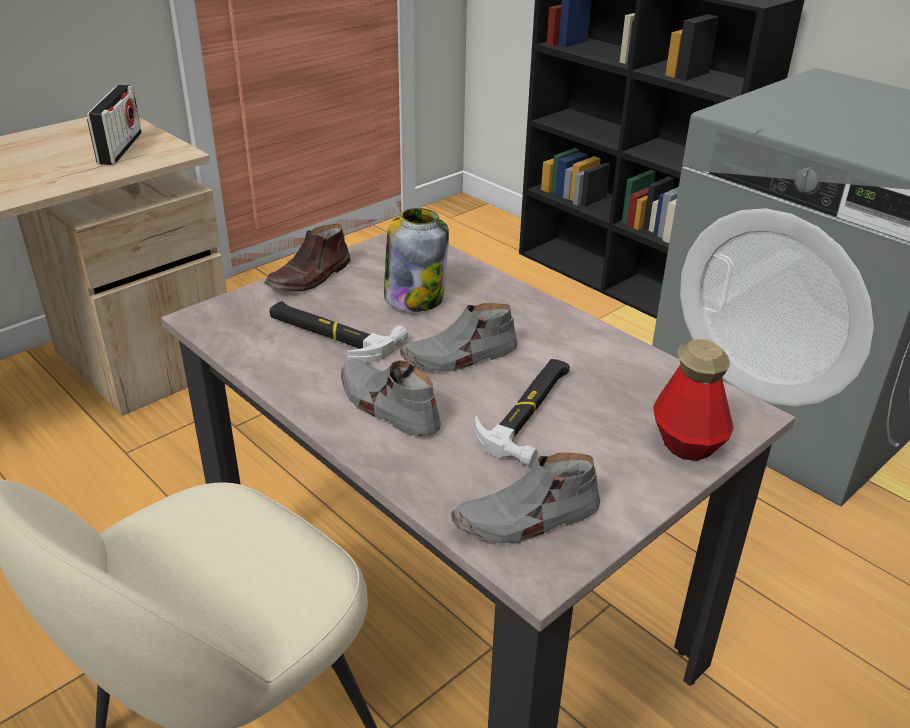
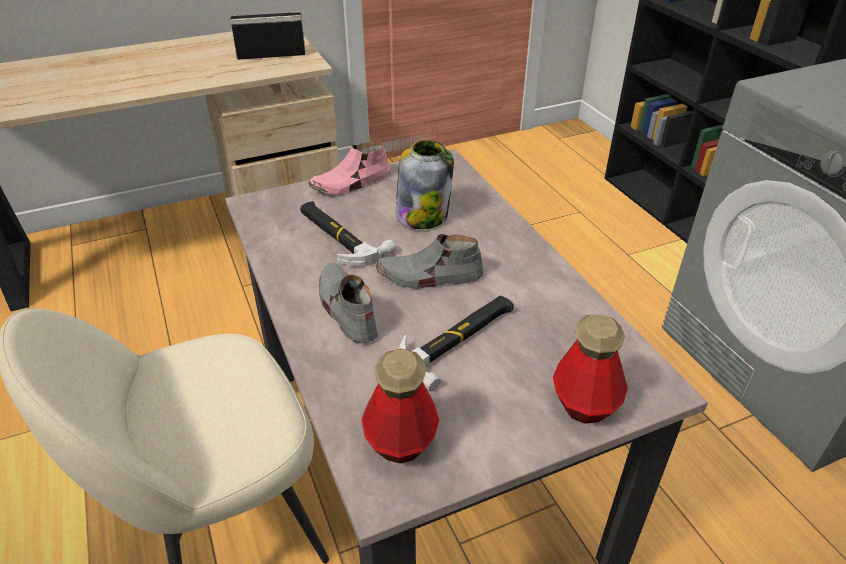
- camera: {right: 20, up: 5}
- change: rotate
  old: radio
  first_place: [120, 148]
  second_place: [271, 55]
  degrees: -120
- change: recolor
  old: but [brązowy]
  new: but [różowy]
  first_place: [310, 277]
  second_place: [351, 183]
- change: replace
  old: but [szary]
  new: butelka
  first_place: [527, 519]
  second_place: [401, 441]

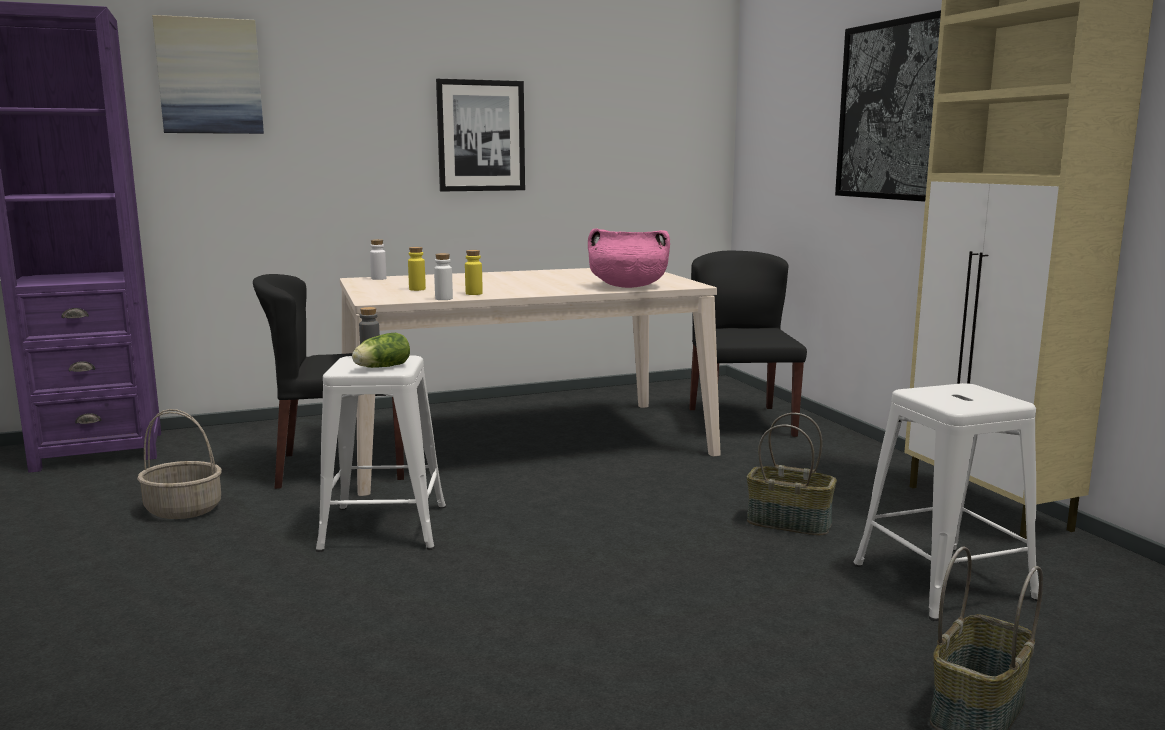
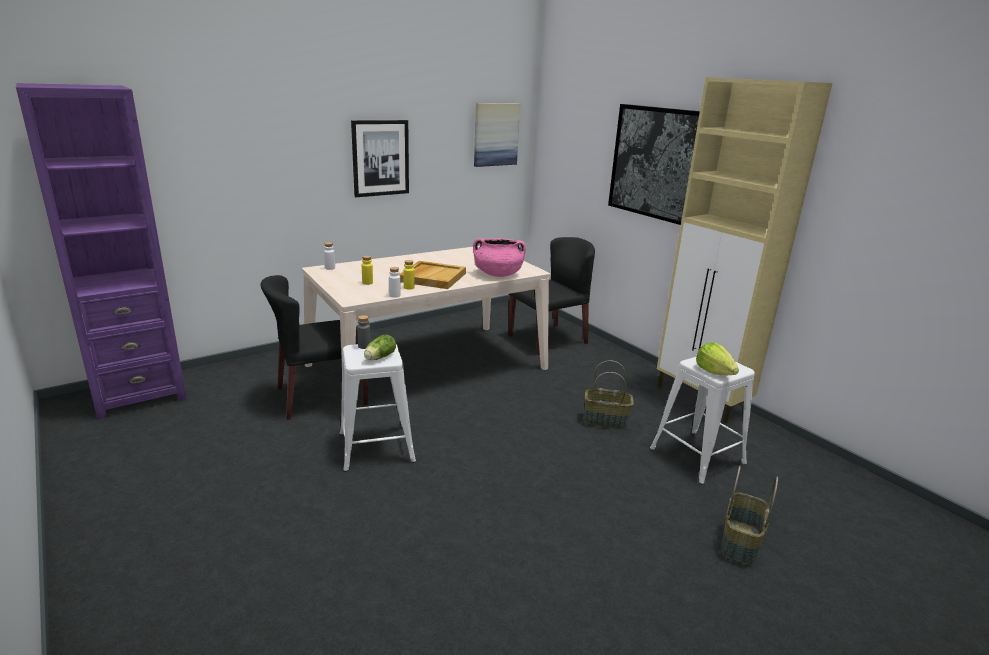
- camera: {right: -15, up: 10}
- change: delete
  old: koszyk
  first_place: [184, 509]
- change: move
  old: obraz
  first_place: [209, 76]
  second_place: [496, 134]
- change: rotate
  old: krzesło [czarny]
  first_place: [740, 421]
  second_place: [548, 339]
  degrees: 75
- change: insert
  new: taca [beżowy]
  second_place: [432, 277]
- change: insert
  new: sałata
  second_place: [714, 372]

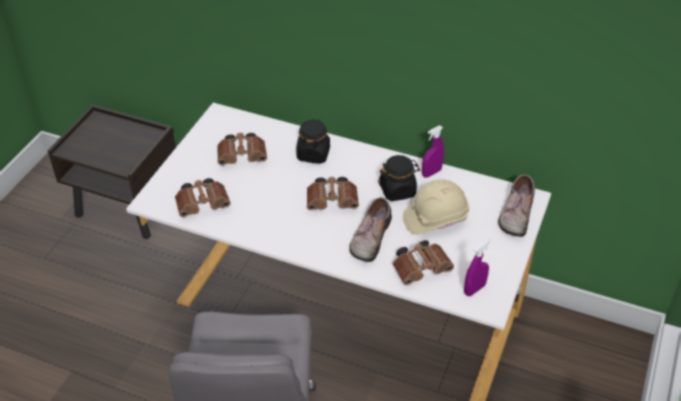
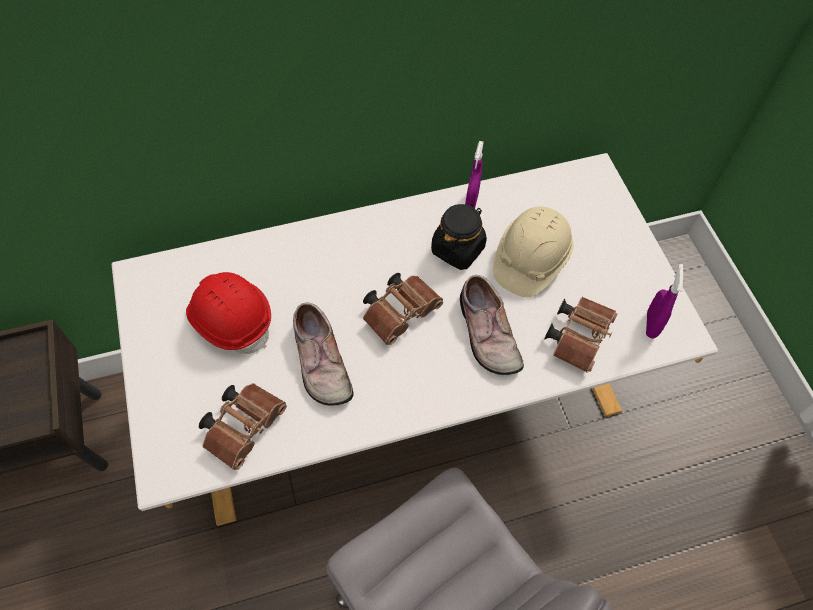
- camera: {right: -40, up: 15}
- change: replace
  old: lornetka [brązowy]
  new: kask [czerwony]
  first_place: [243, 157]
  second_place: [231, 319]
- change: delete
  old: słoik [czarny]
  first_place: [313, 154]
- change: move
  old: but
  first_place: [515, 213]
  second_place: [319, 362]

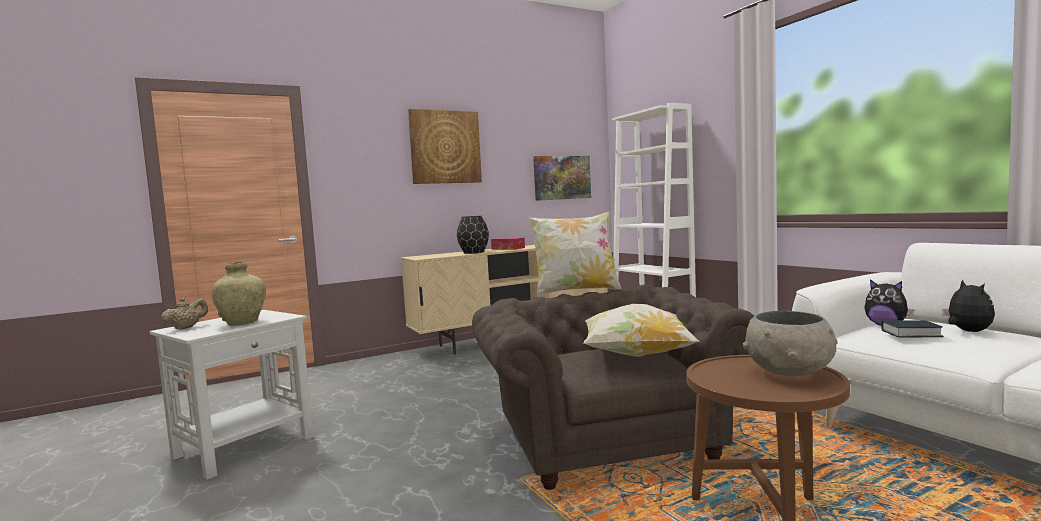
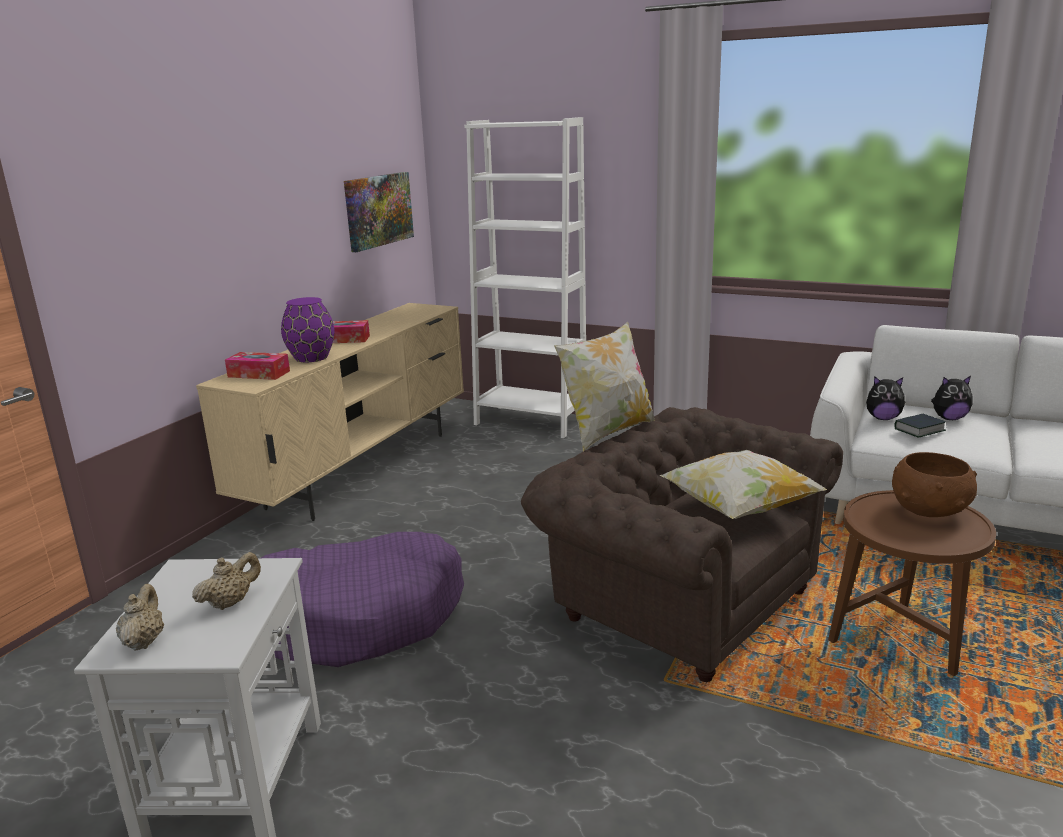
- camera: {right: -35, up: 15}
- change: replace
  old: wazon [beżowy]
  new: imbryk [beżowy]
  first_place: [242, 323]
  second_place: [231, 602]
- change: delete
  old: obraz
  first_place: [445, 147]
- change: recolor
  old: wazon [czarny]
  new: wazon [fioletowy]
  first_place: [473, 252]
  second_place: [311, 357]
- change: recolor
  old: miska [szary]
  new: miska [brązowy]
  first_place: [789, 372]
  second_place: [929, 511]
- change: rotate
  old: pluszak
  first_place: [967, 331]
  second_place: [949, 418]
  degrees: 120
- change: insert
  new: pudełko chusteczek
  second_place: [259, 374]
- change: insert
  new: legowisko [fioletowy]
  second_place: [358, 617]

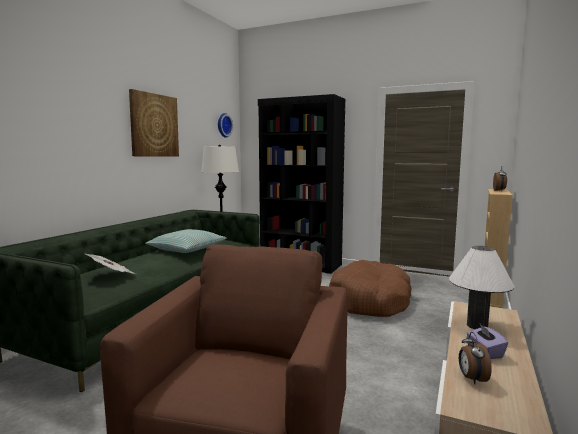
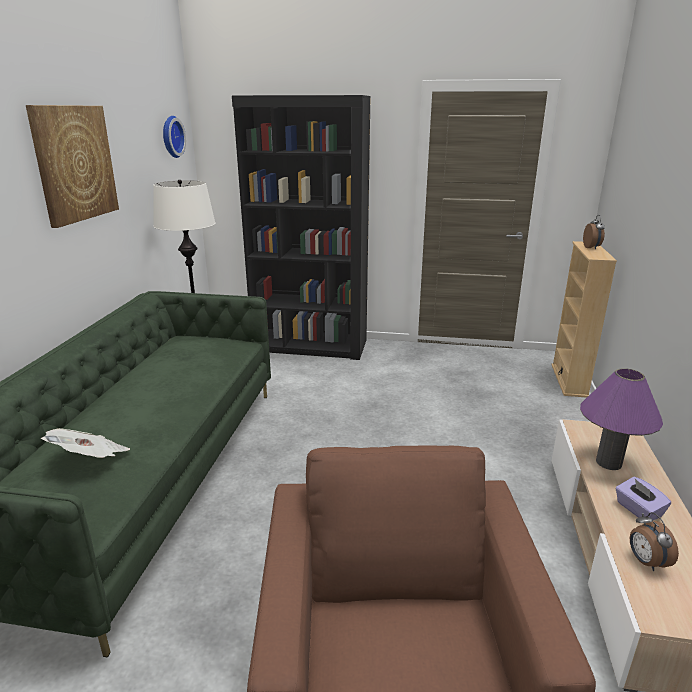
- camera: {right: -15, up: 15}
- change: delete
  old: poduszka
  first_place: [187, 249]
- change: delete
  old: legowisko [brązowy]
  first_place: [370, 301]
- change: recolor
  old: lampa stołowa [biały]
  new: lampa stołowa [fioletowy]
  first_place: [477, 326]
  second_place: [608, 462]

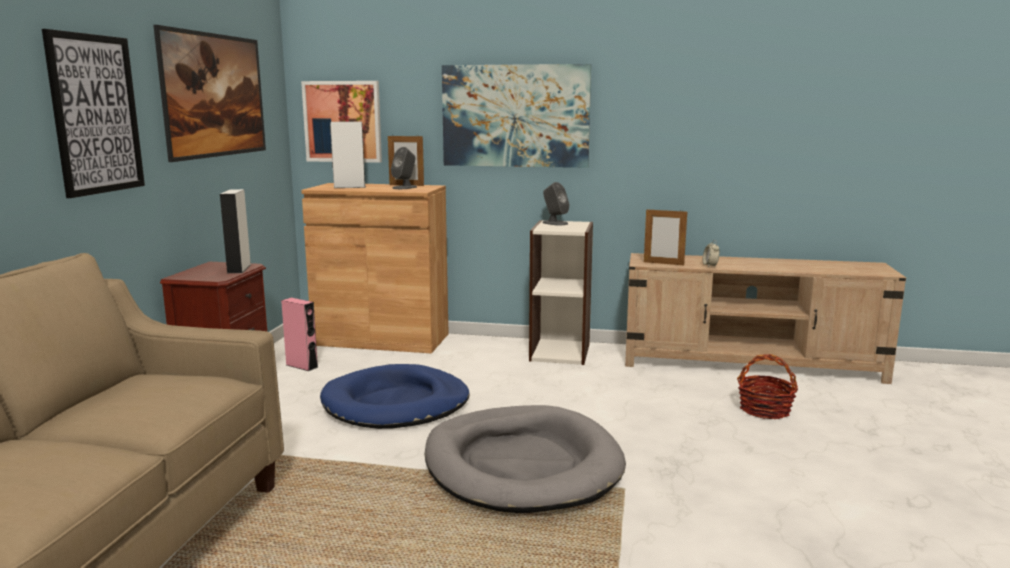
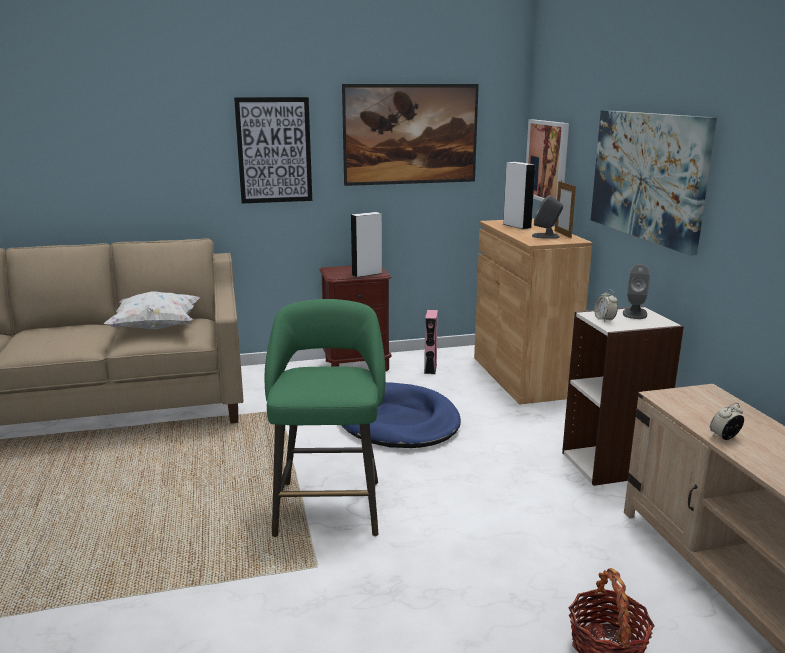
- camera: {right: 65, up: 5}
- change: replace
  old: legowisko [szary]
  new: stołek [zielony]
  first_place: [521, 465]
  second_place: [329, 504]
- change: delete
  old: ramka na zdjęcie
  first_place: [663, 263]
- change: insert
  new: poduszka [biały]
  second_place: [156, 328]
- change: insert
  new: budzik
  second_place: [604, 320]

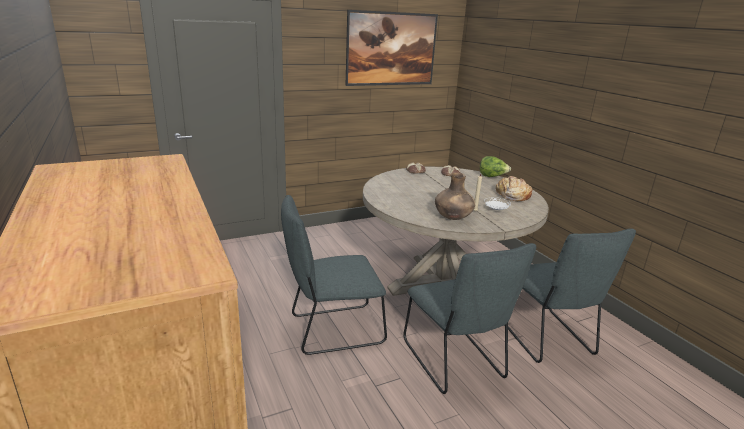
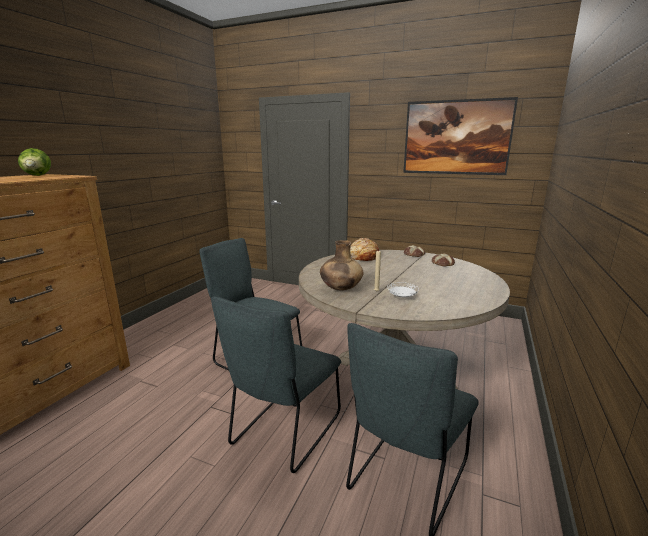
- camera: {right: 50, up: -5}
- change: move
  old: sałata
  first_place: [492, 176]
  second_place: [38, 176]
- change: move
  old: chleb
  first_place: [512, 195]
  second_place: [363, 256]

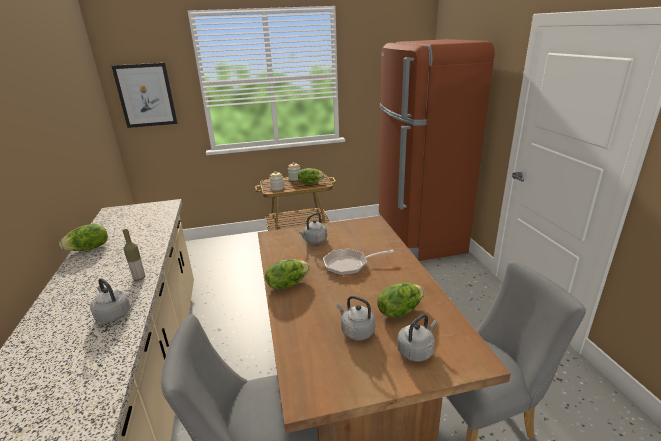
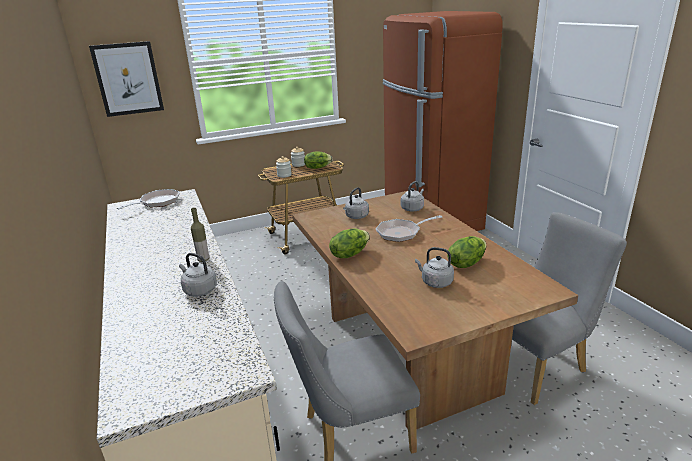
- camera: {right: -10, up: 0}
- change: delete
  old: sałata
  first_place: [89, 248]
- change: move
  old: czajnik [szary]
  first_place: [416, 350]
  second_place: [413, 208]
- change: insert
  new: patelnia
  second_place: [157, 202]

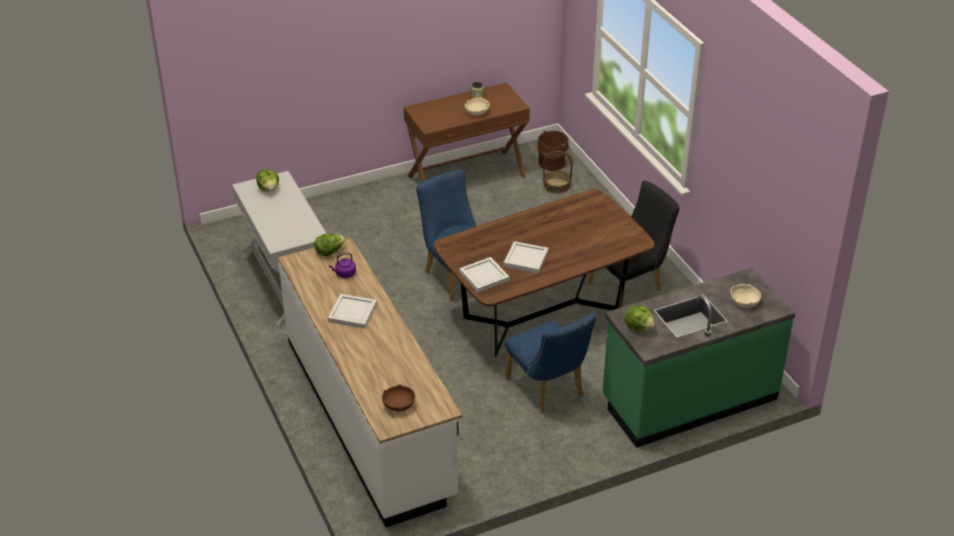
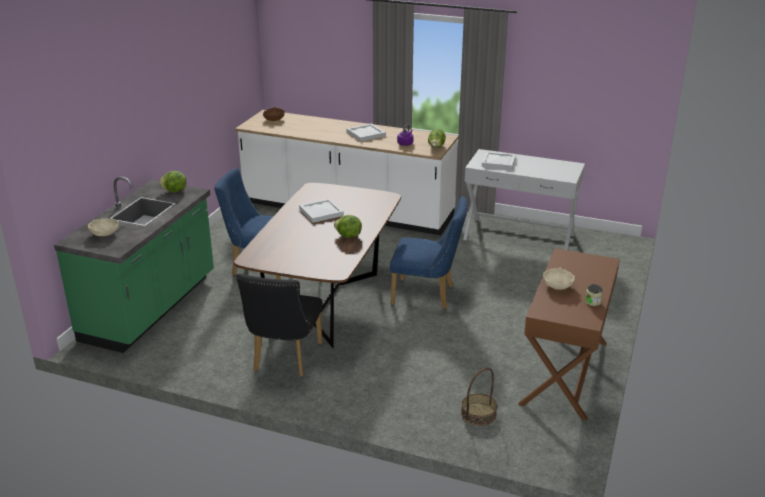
- camera: {right: 135, up: -10}
- change: move
  old: sałata
  first_place: [269, 189]
  second_place: [348, 236]
- change: move
  old: taca [biały]
  first_place: [485, 276]
  second_place: [498, 162]
- change: delete
  old: wiadro [brązowy]
  first_place: [553, 162]

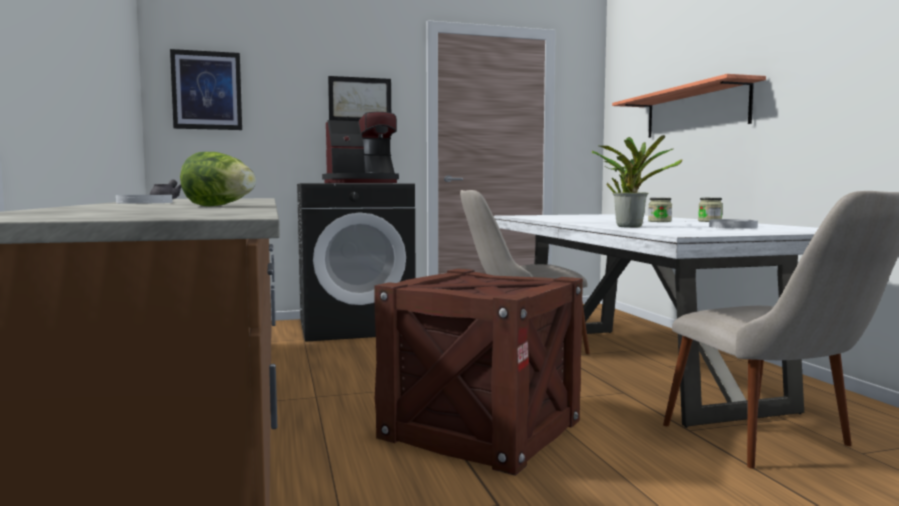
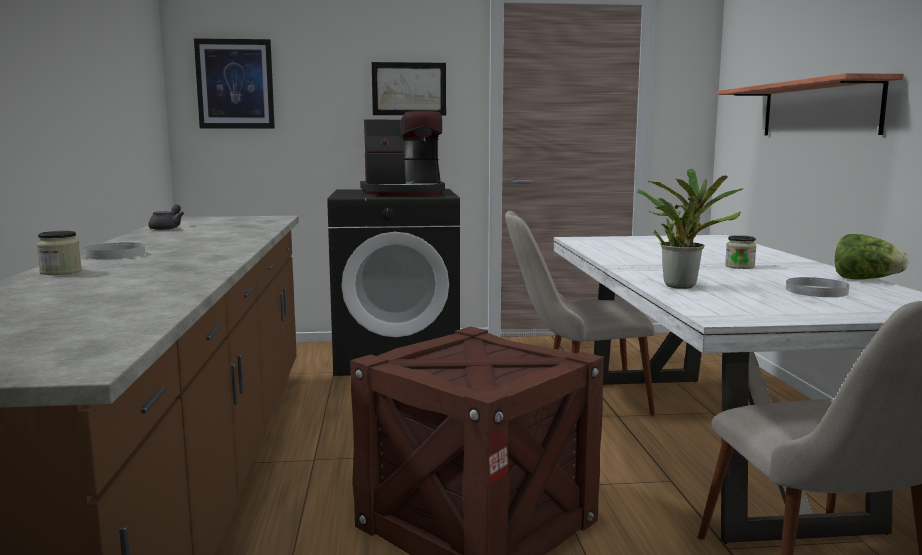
- camera: {right: 10, up: 5}
- change: move
  old: sałata
  first_place: [220, 206]
  second_place: [865, 279]
- change: move
  old: słoik
  first_place: [709, 221]
  second_place: [61, 272]

